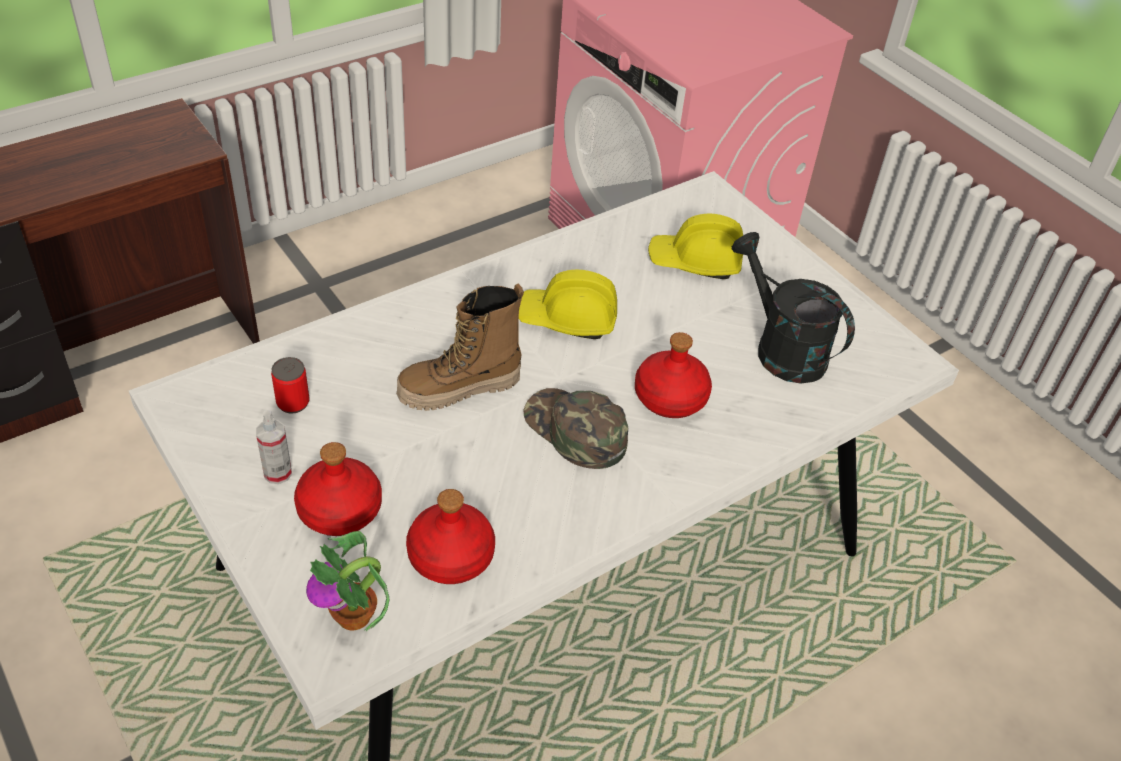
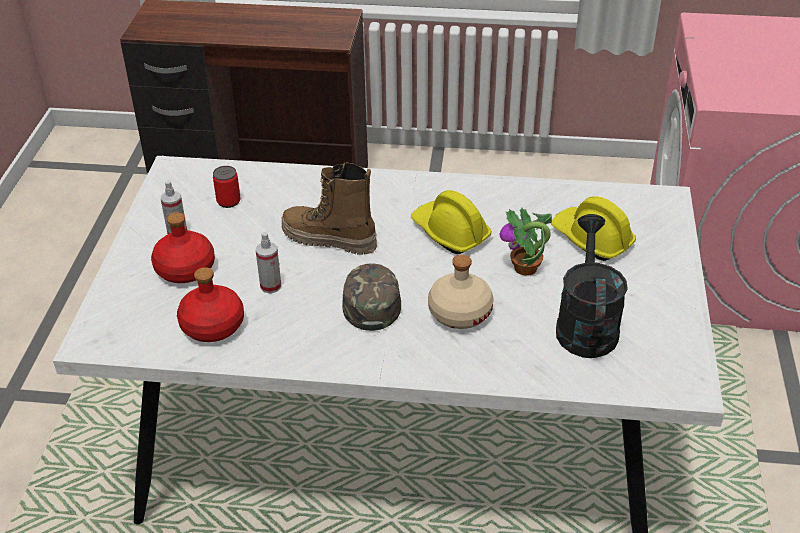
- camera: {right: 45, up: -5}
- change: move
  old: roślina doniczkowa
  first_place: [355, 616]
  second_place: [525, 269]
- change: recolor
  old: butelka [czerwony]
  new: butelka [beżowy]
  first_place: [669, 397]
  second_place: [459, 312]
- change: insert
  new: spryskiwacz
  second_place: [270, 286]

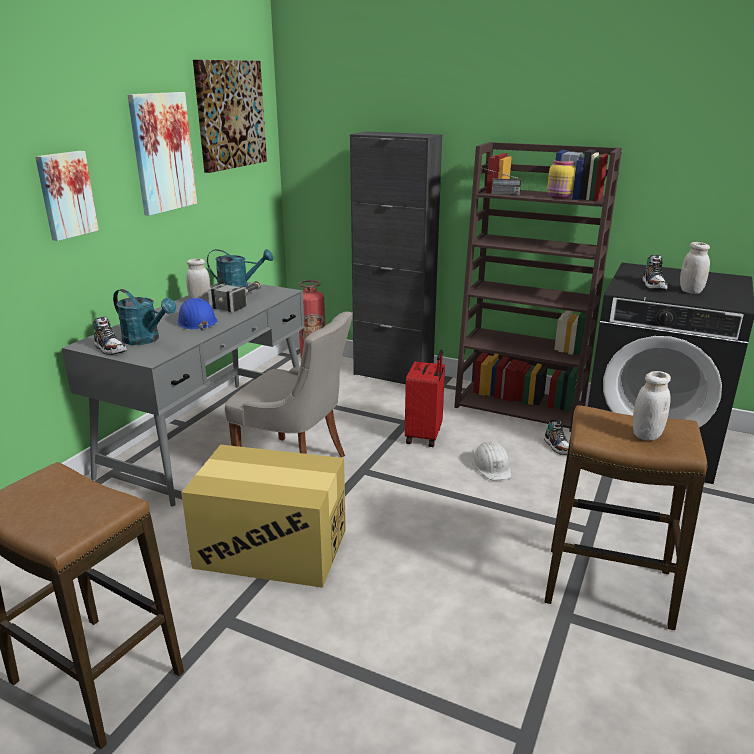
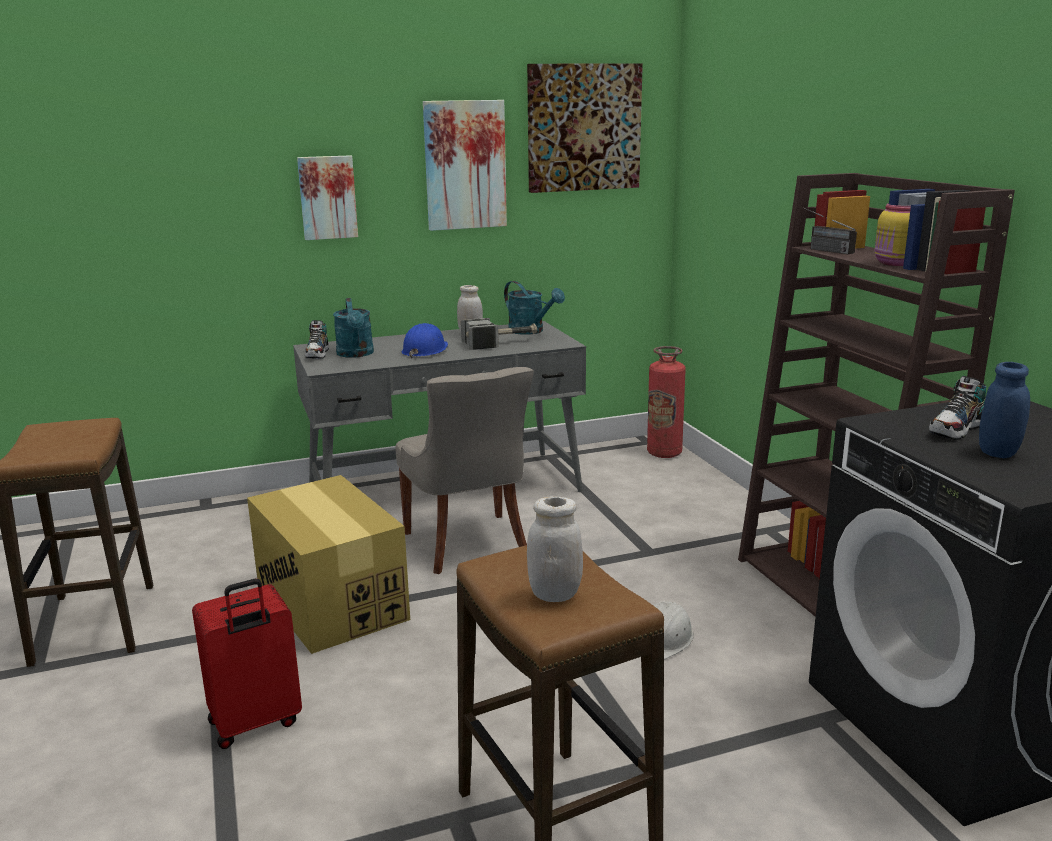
- camera: {right: 45, up: -5}
- change: delete
  old: szafka [czarny]
  first_place: [393, 375]
- change: move
  old: walizka [czerwony]
  first_place: [425, 436]
  second_place: [255, 724]
- change: delete
  old: but
  first_place: [558, 447]
- change: recolor
  old: słoik [biały]
  new: słoik [niebieski]
  first_place: [690, 291]
  second_place: [998, 452]

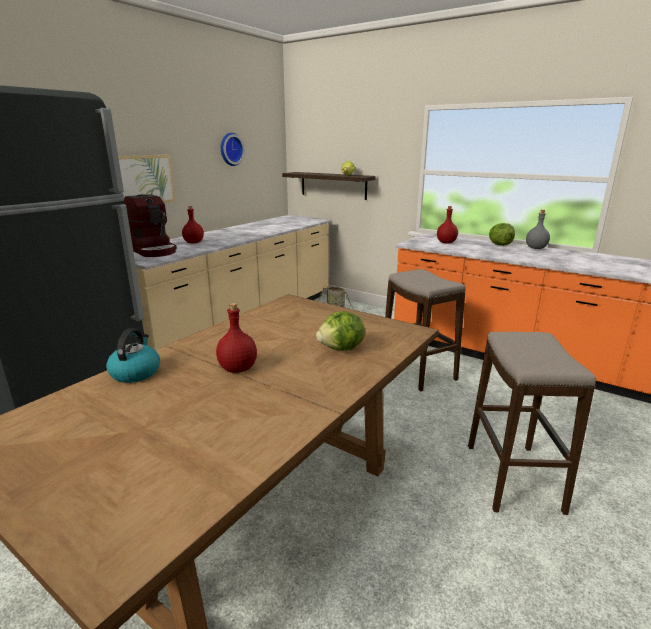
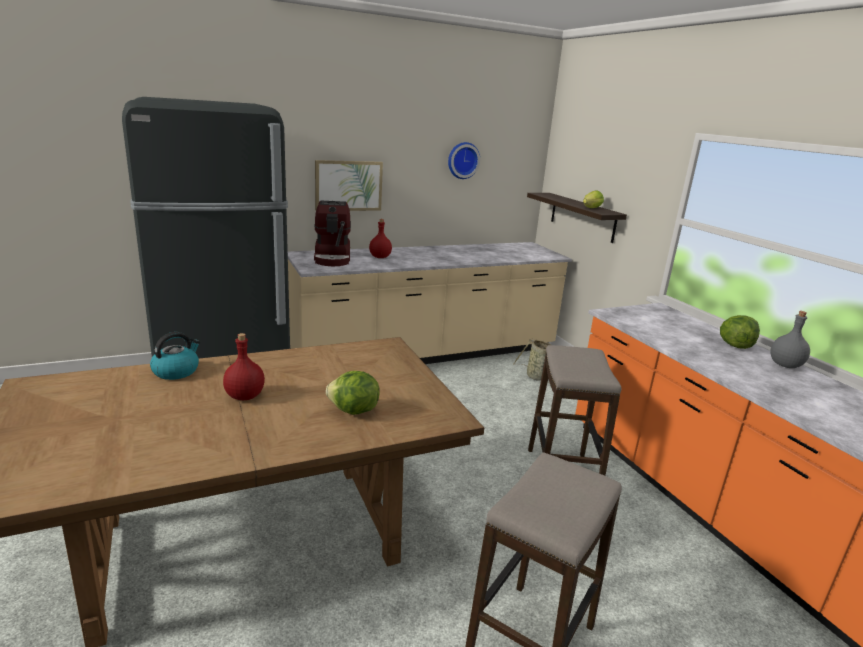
- camera: {right: 30, up: 0}
- change: delete
  old: butelka [czerwony]
  first_place: [446, 242]

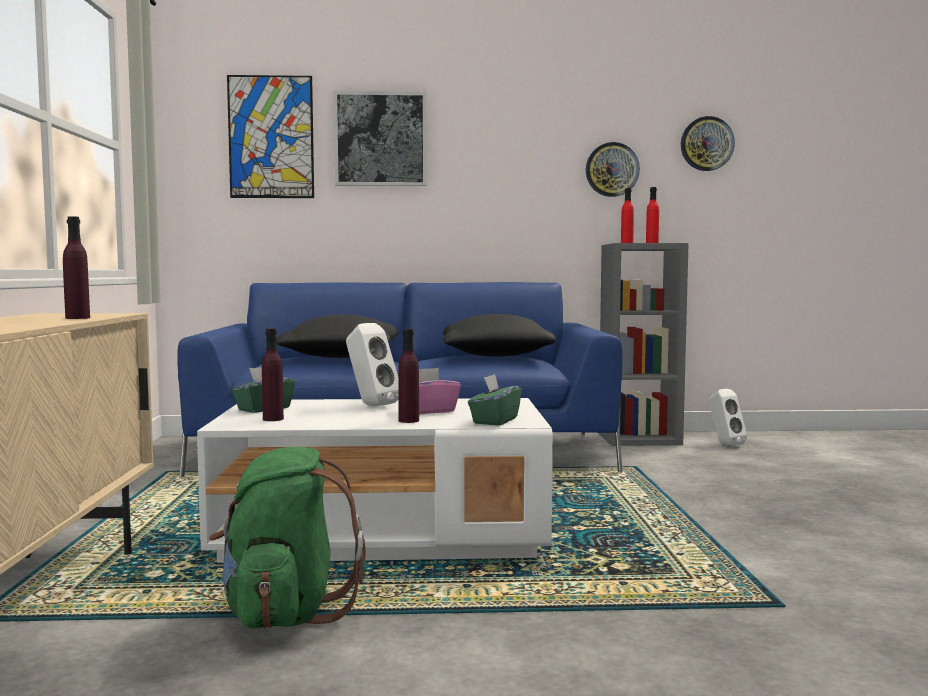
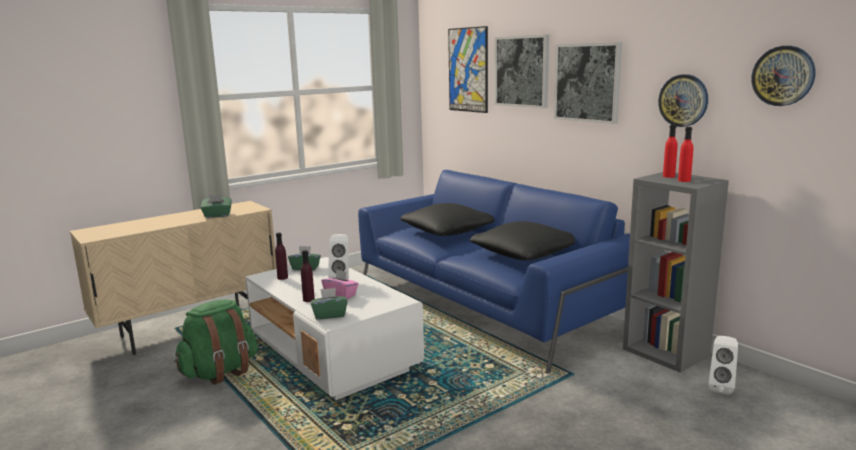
- camera: {right: 55, up: 10}
- change: replace
  old: butelka [fioletowy]
  new: pudełko chusteczek [zielony]
  first_place: [77, 318]
  second_place: [217, 215]
- change: insert
  new: obraz
  second_place: [587, 82]

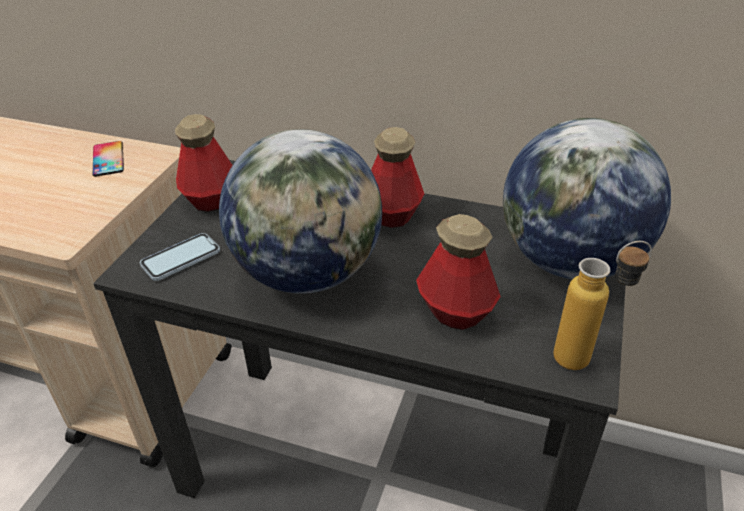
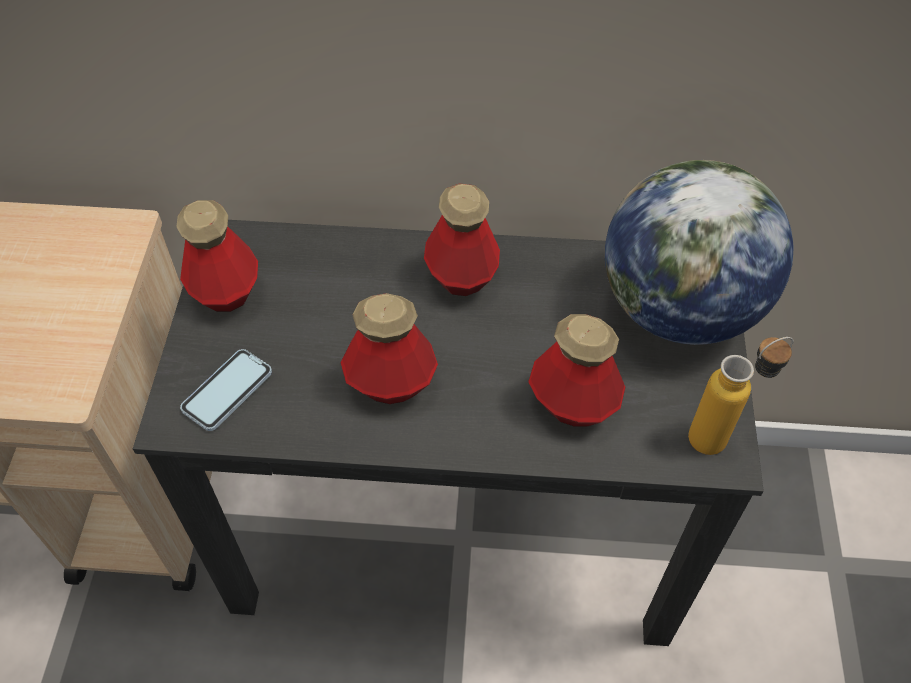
- camera: {right: -15, up: 15}
- change: delete
  old: telefon
  first_place: [108, 159]
- change: replace
  old: globus
  new: butelka
  first_place: [308, 273]
  second_place: [391, 383]

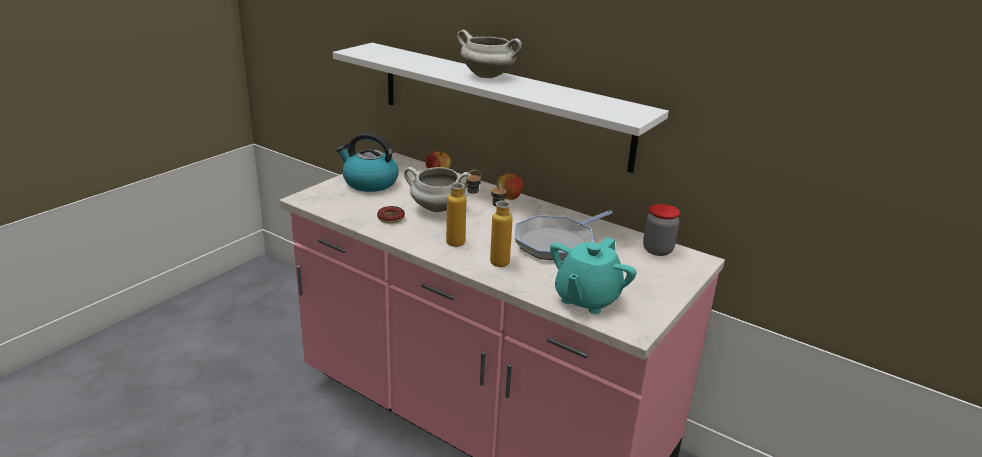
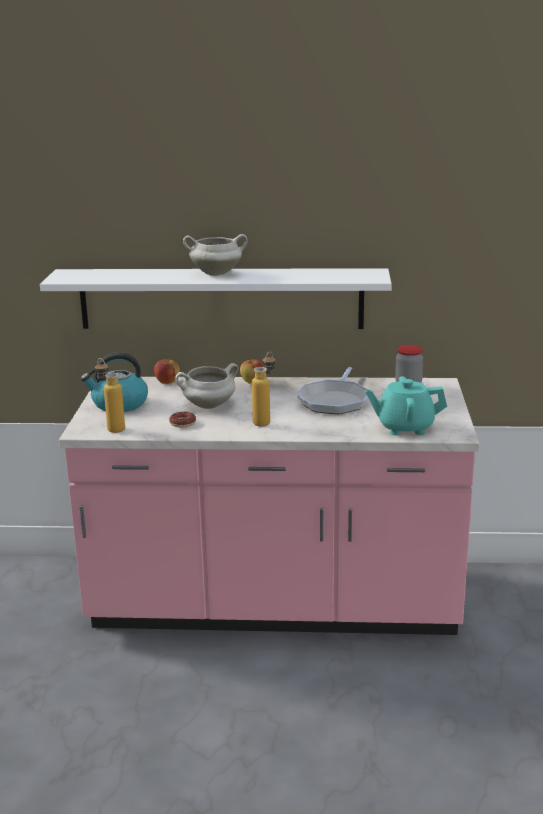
- camera: {right: -30, up: -5}
- change: move
  old: butelka
  first_place: [497, 258]
  second_place: [111, 427]
- change: rotate
  old: imbryk [turkusowy]
  first_place: [586, 299]
  second_place: [404, 427]
  degrees: 90

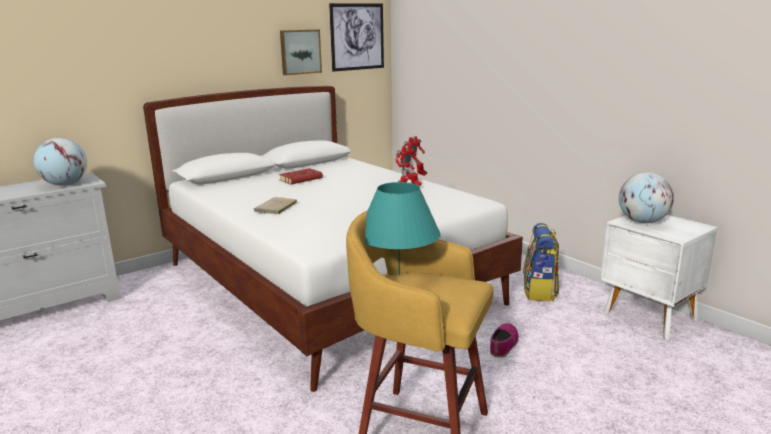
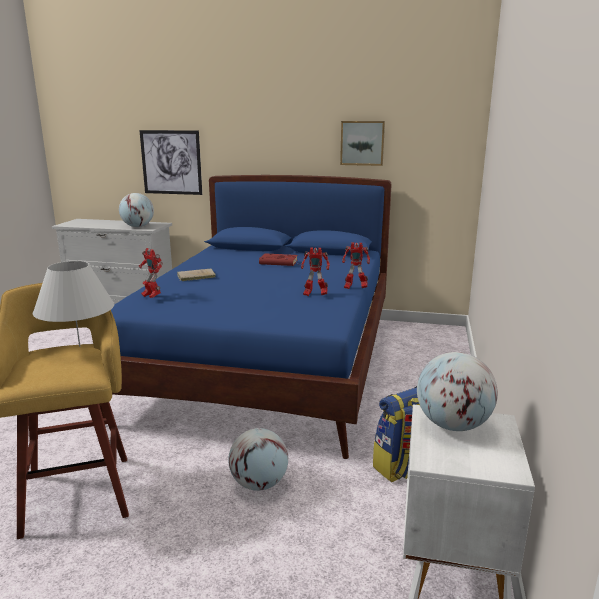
- camera: {right: 50, up: 0}
- change: recolor
  old: łóżko [biały]
  new: łóżko [niebieski]
  first_place: [327, 282]
  second_place: [268, 364]
- change: move
  old: obraz
  first_place: [357, 37]
  second_place: [171, 162]
- change: recolor
  old: lampa stołowa [turkusowy]
  new: lampa stołowa [biały]
  first_place: [399, 275]
  second_place: [79, 346]
- change: replace
  old: but
  new: globus
  first_place: [503, 344]
  second_place: [259, 484]
- change: insert
  new: robot zabawkowy
  second_place: [151, 297]

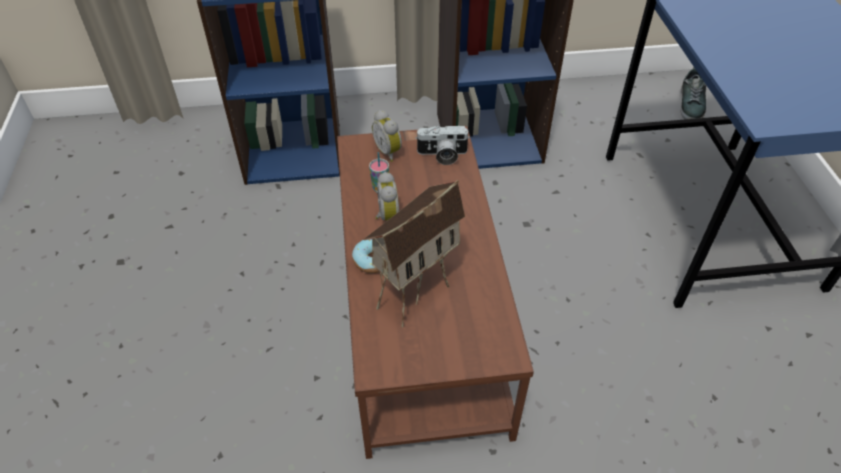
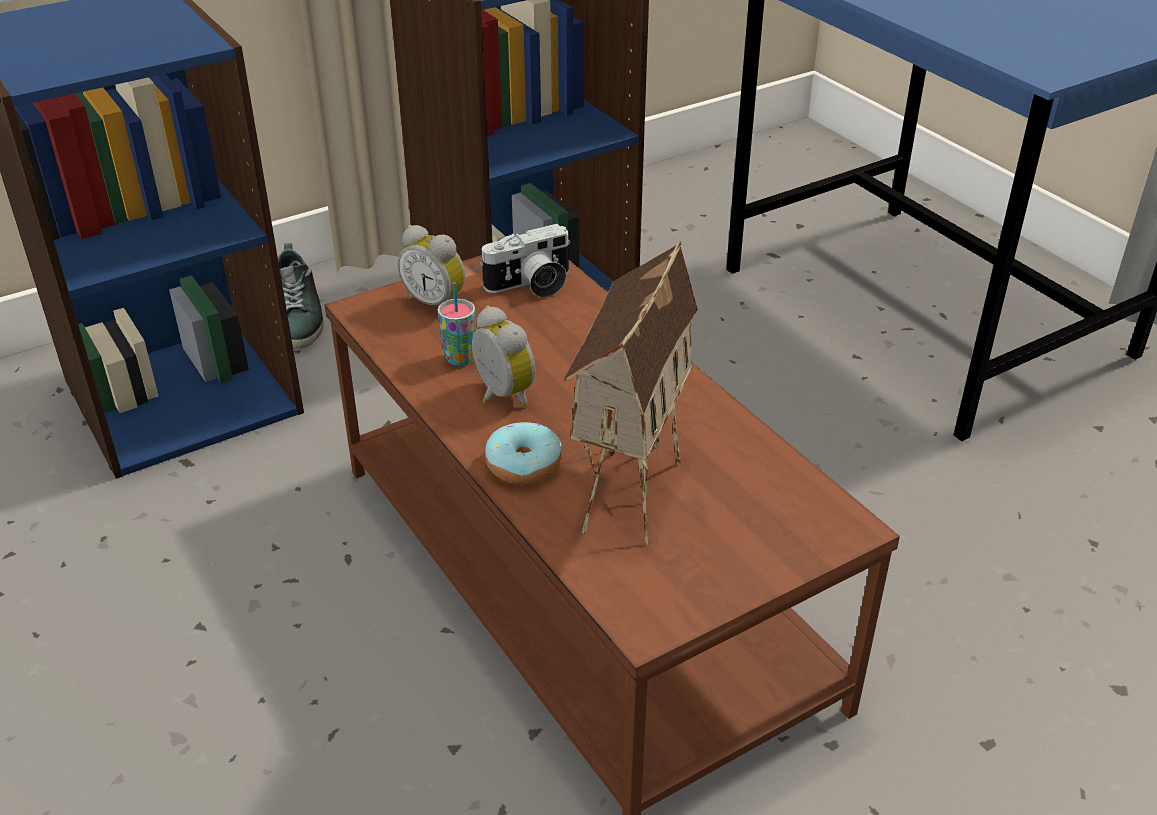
- camera: {right: -25, up: -10}
- change: move
  old: but
  first_place: [691, 104]
  second_place: [298, 316]

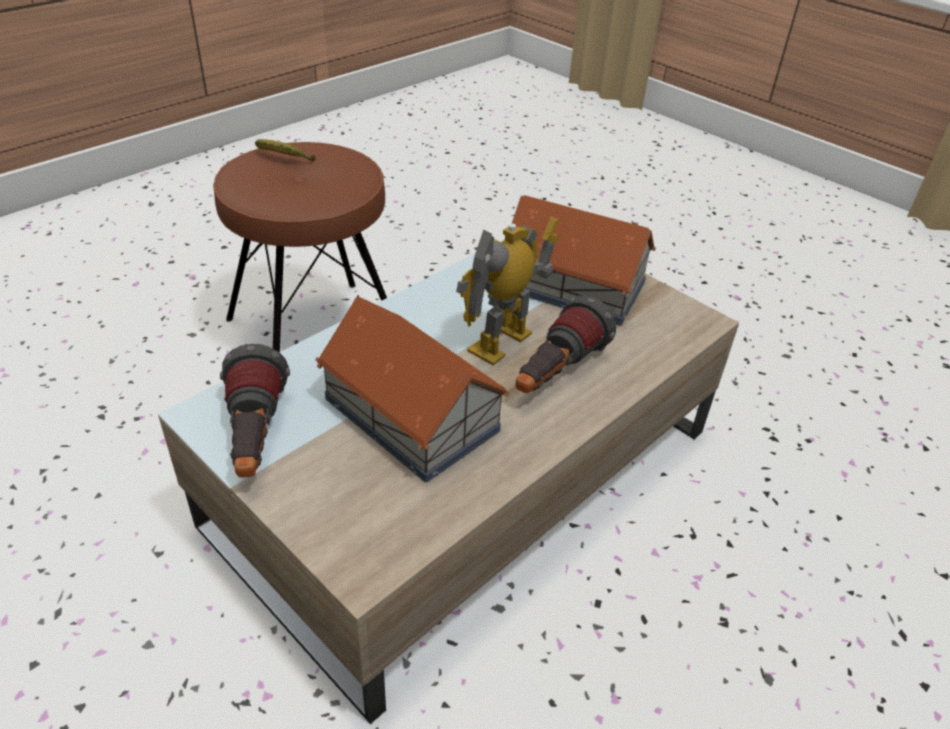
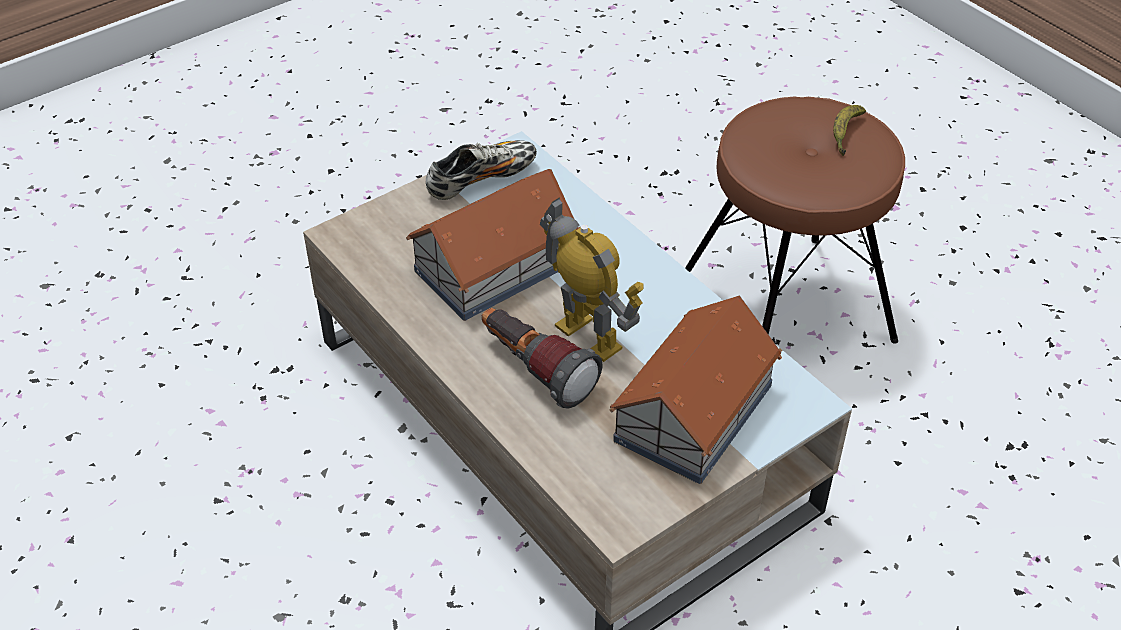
- camera: {right: 100, up: 5}
- change: replace
  old: latarka
  new: but
  first_place: [255, 439]
  second_place: [481, 180]

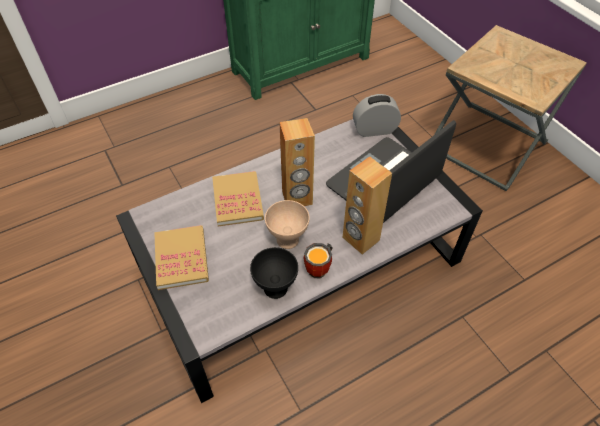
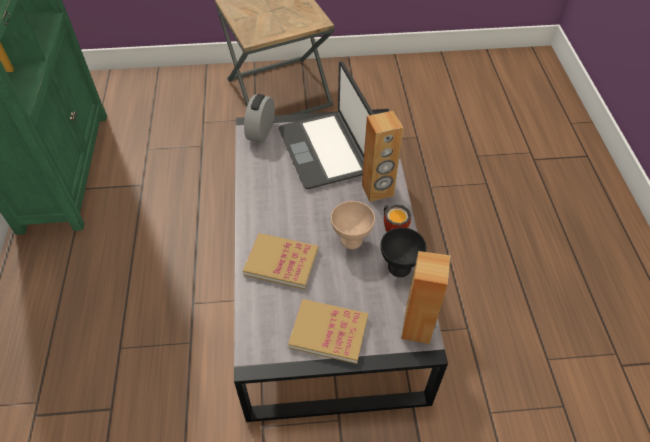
- camera: {right: -65, up: 0}
- change: move
  old: głośnik [brązowy]
  first_place: [297, 198]
  second_place: [417, 328]

